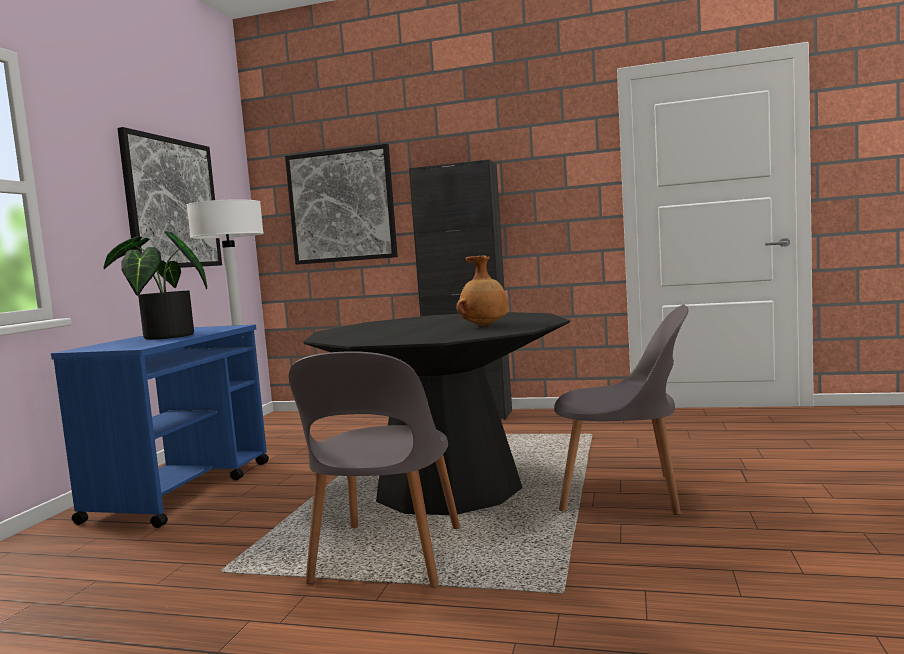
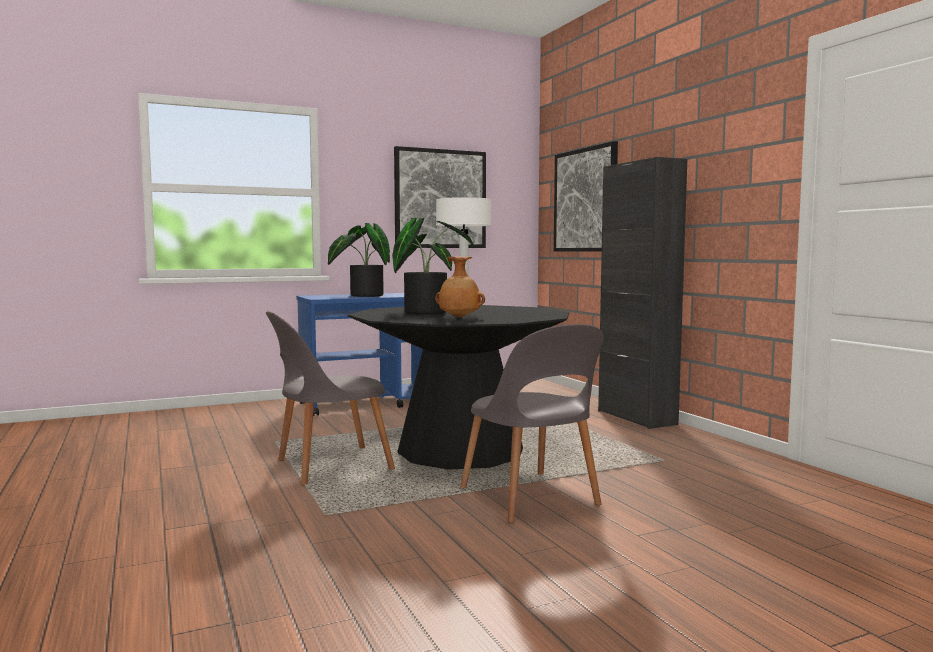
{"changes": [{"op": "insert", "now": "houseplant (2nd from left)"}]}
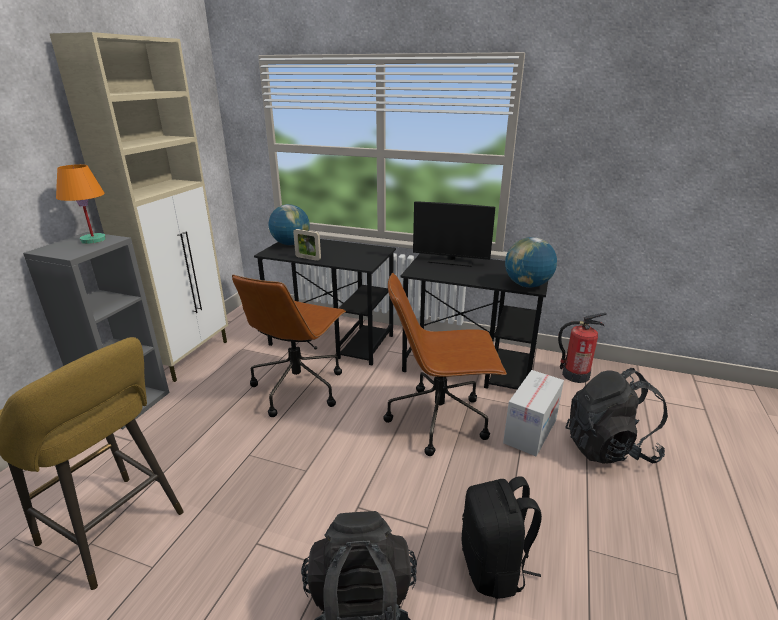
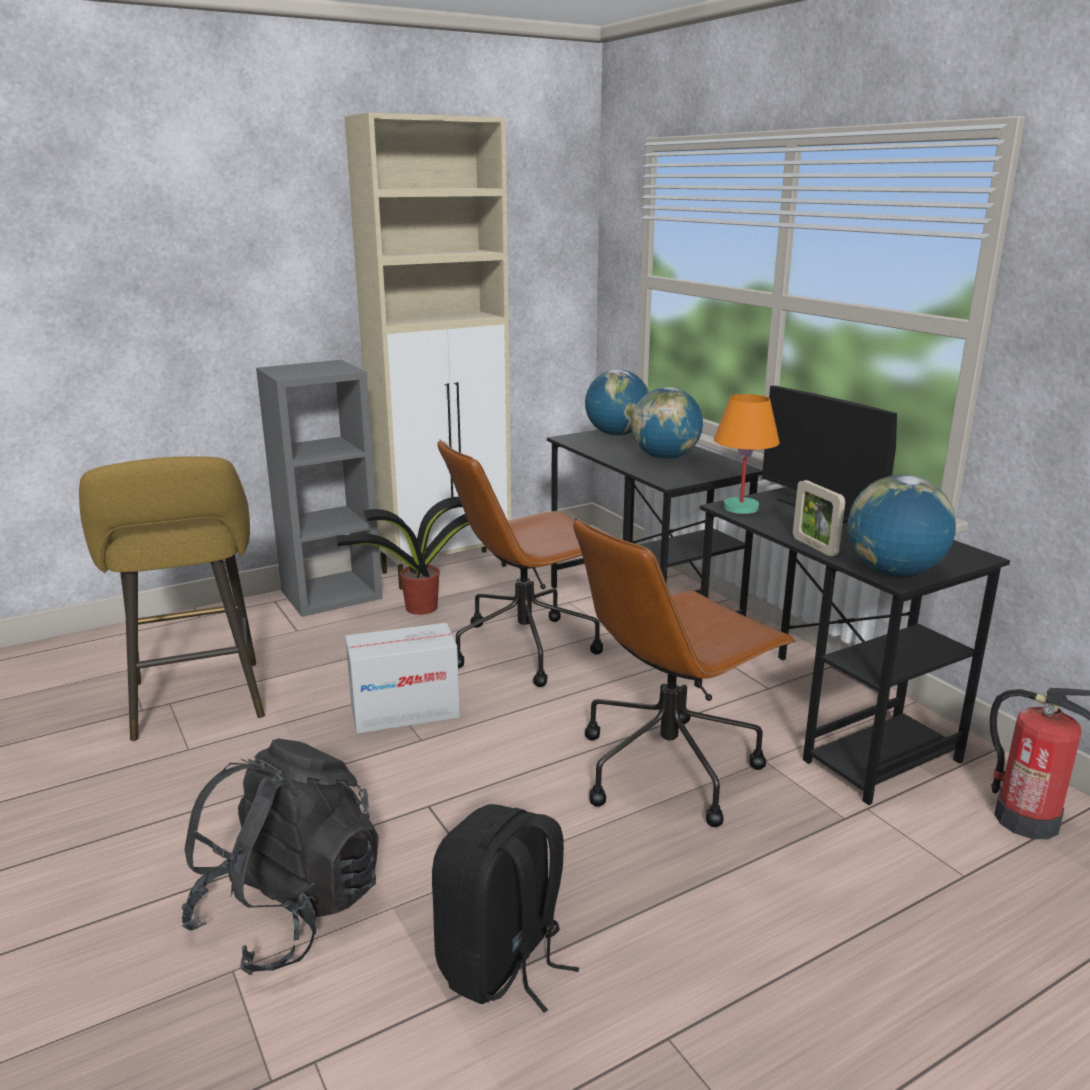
{"changes": [{"op": "delete", "was": "blackish knapsack (3rd from left)"}, {"op": "insert", "now": "houseplant"}, {"op": "insert", "now": "world globe (2nd from left)"}, {"op": "move", "was": "orange-coloured tabletop lamp"}, {"op": "move", "was": "picture frame"}, {"op": "move", "was": "cardboard box"}, {"op": "rotate", "was": "brown office chair (2nd from left)", "clockwise": -75}]}
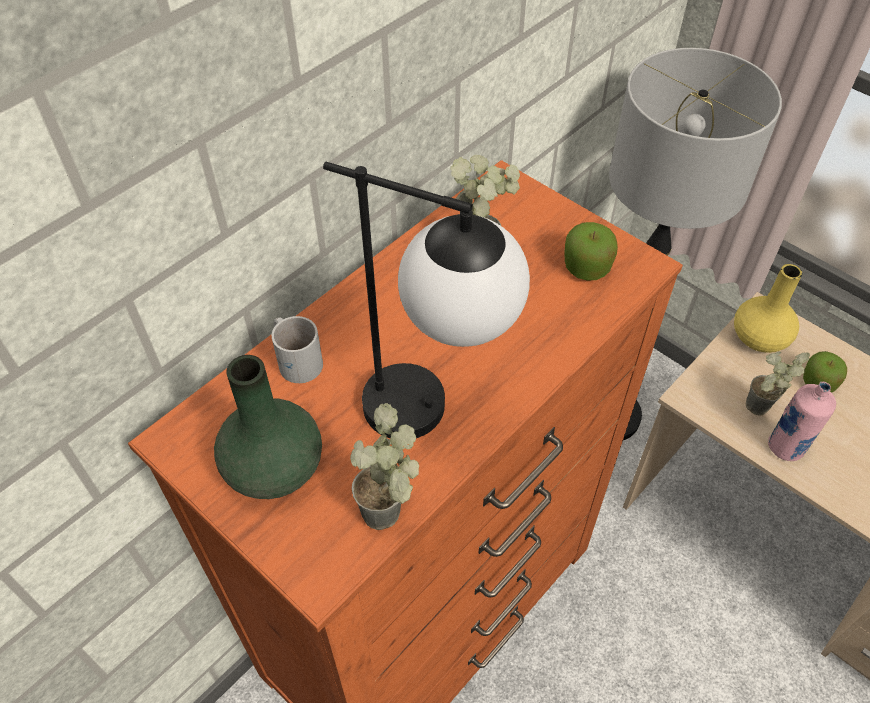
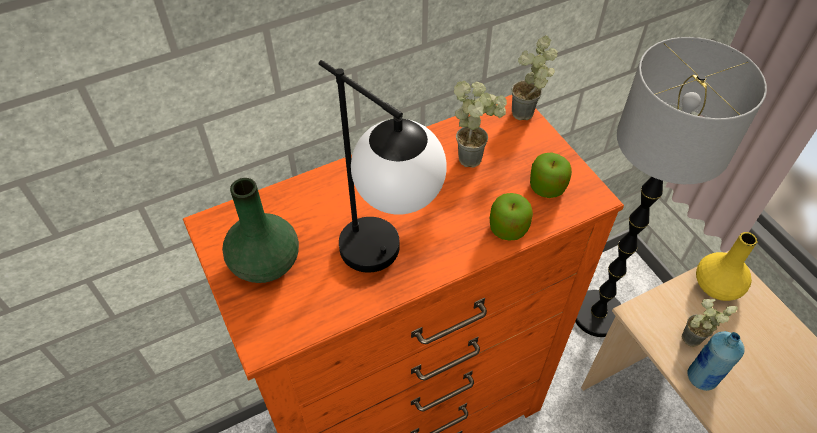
{"changes": [{"op": "delete", "was": "white-coloured mug"}, {"op": "move", "was": "houseplant (1st from left in the first image)", "now": "houseplant (2nd from left)"}, {"op": "move", "was": "apple fruit (2nd from left in the first image)", "now": "apple fruit (1st from left)"}, {"op": "recolor", "was": "pink-coloured beverage bottle", "now": "blue beverage bottle"}]}
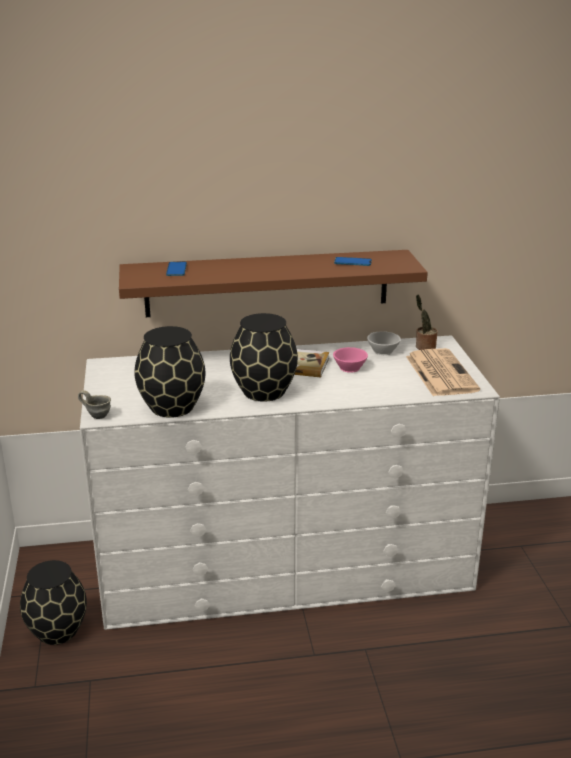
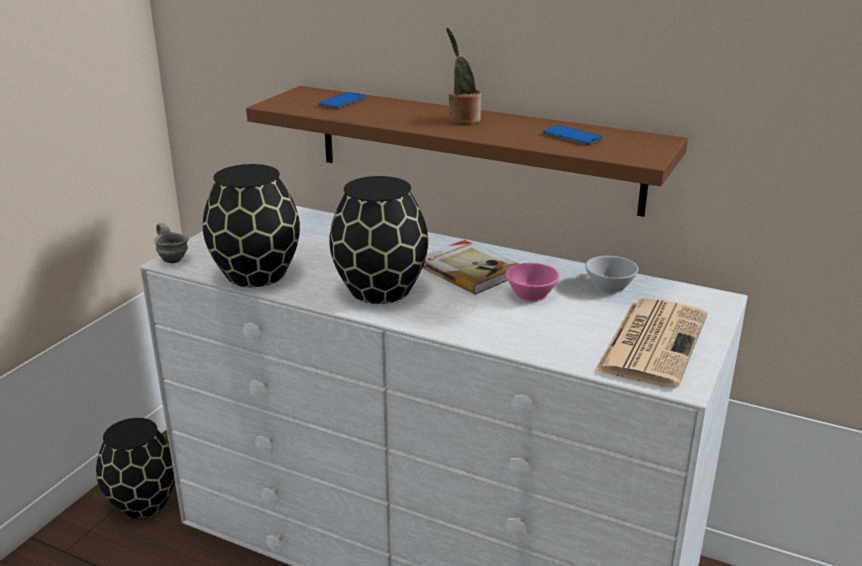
{"changes": [{"op": "move", "was": "houseplant"}]}
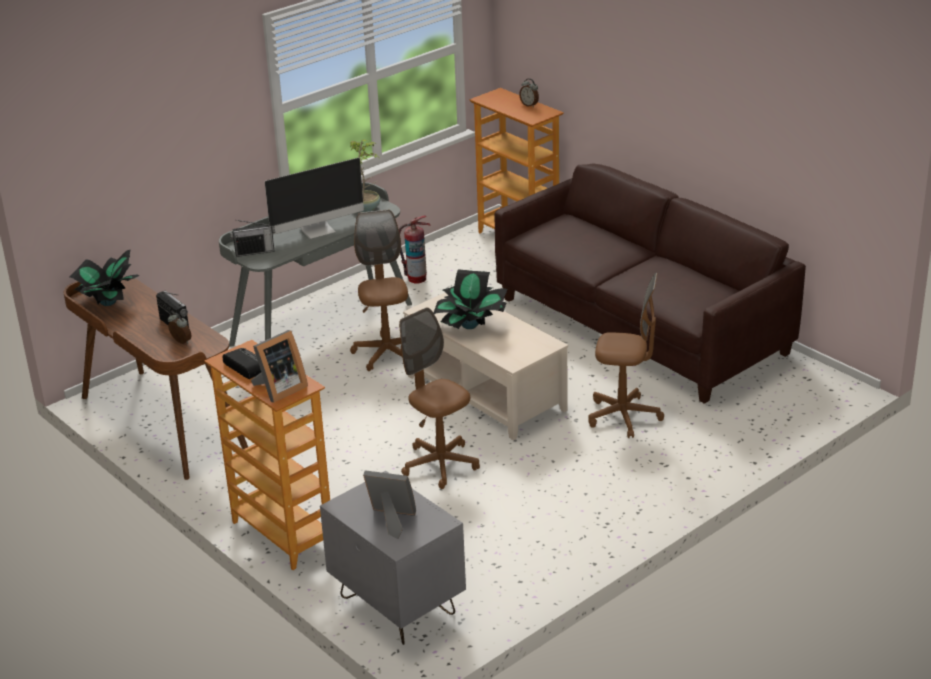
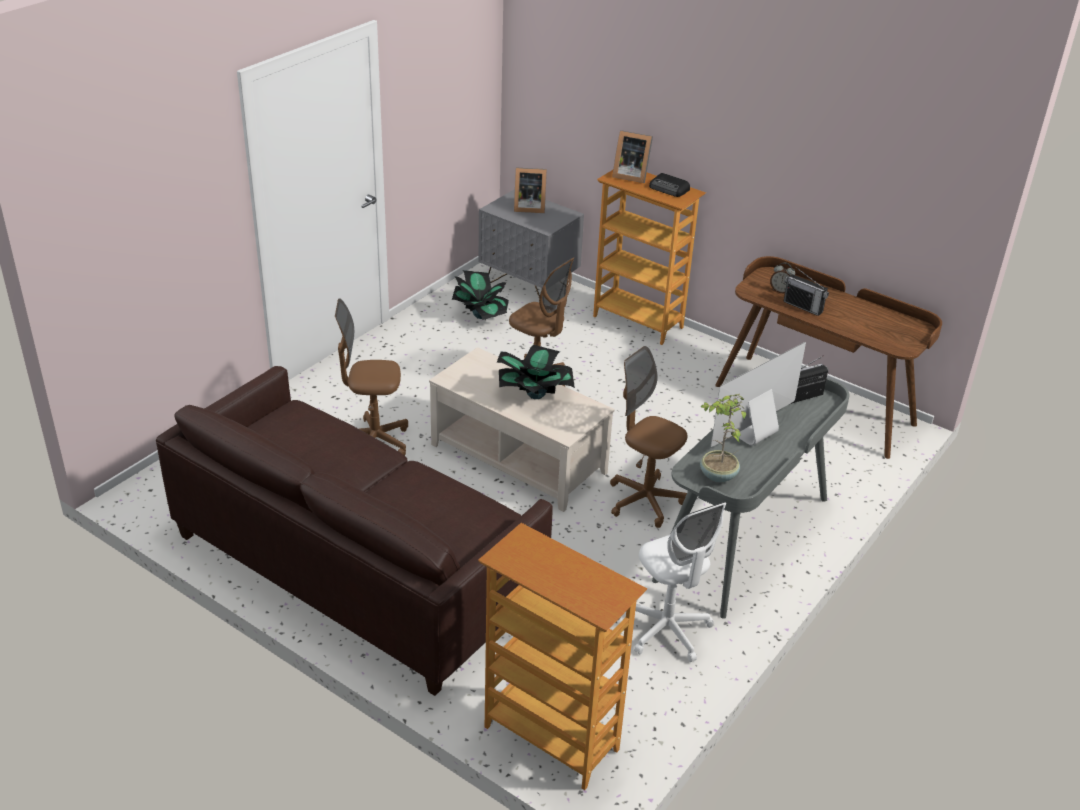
{"changes": [{"op": "delete", "was": "alarm clock (2nd from left)"}, {"op": "move", "was": "houseplant (1st from left)"}, {"op": "replace", "was": "fire-fighting cylinder", "now": "white-coloured office chair"}, {"op": "rotate", "was": "picture frame (1st from left in the first image)", "clockwise": -105}, {"op": "rotate", "was": "brown office chair (1st from left in the first image)", "clockwise": 150}]}
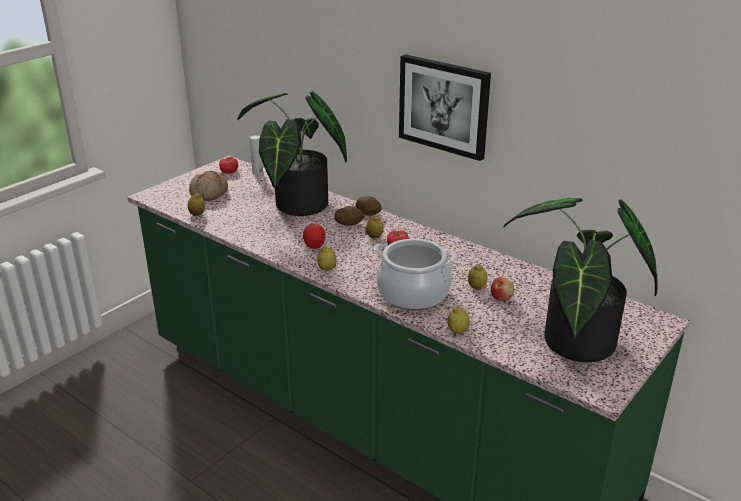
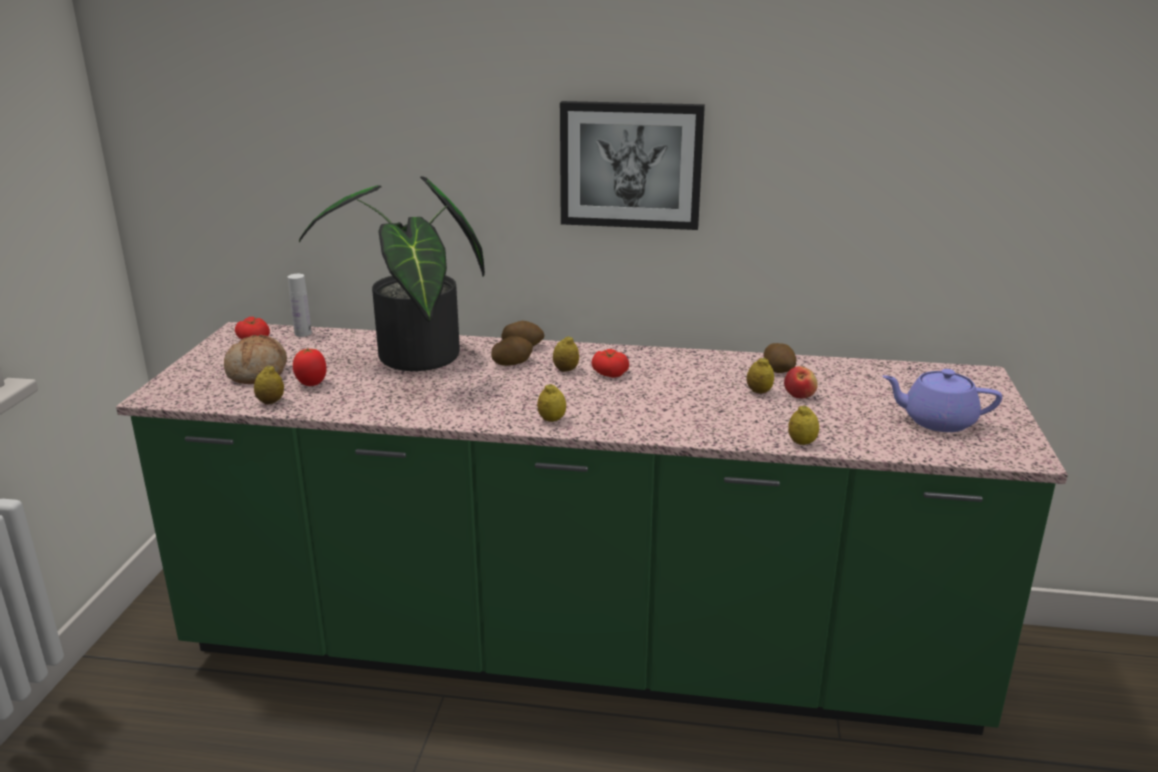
{"changes": [{"op": "delete", "was": "saucepot"}, {"op": "insert", "now": "potato (3rd from left)"}, {"op": "move", "was": "whole tomato (2nd from left)"}, {"op": "replace", "was": "houseplant (2nd from left)", "now": "purplish tea pot"}]}
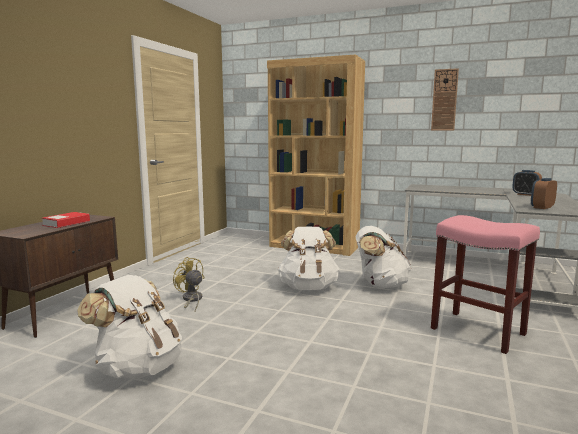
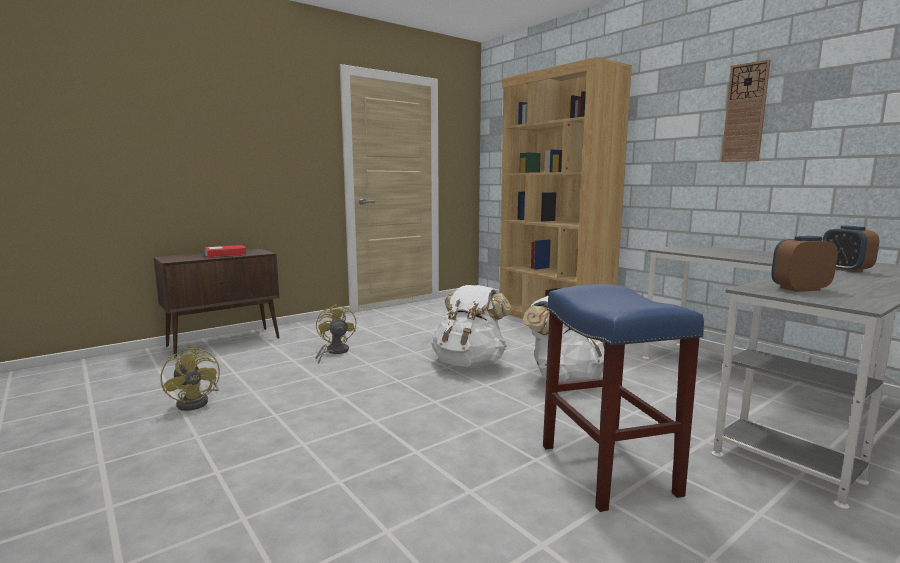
{"changes": [{"op": "replace", "was": "white-coloured knapsack (1st from left)", "now": "yellowish fan (1st from left)"}, {"op": "recolor", "was": "pink-coloured stool", "now": "blue stool"}]}
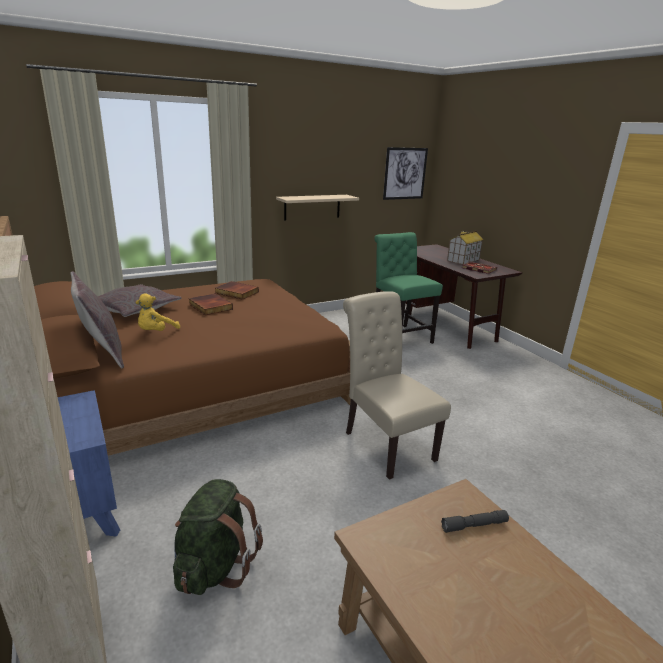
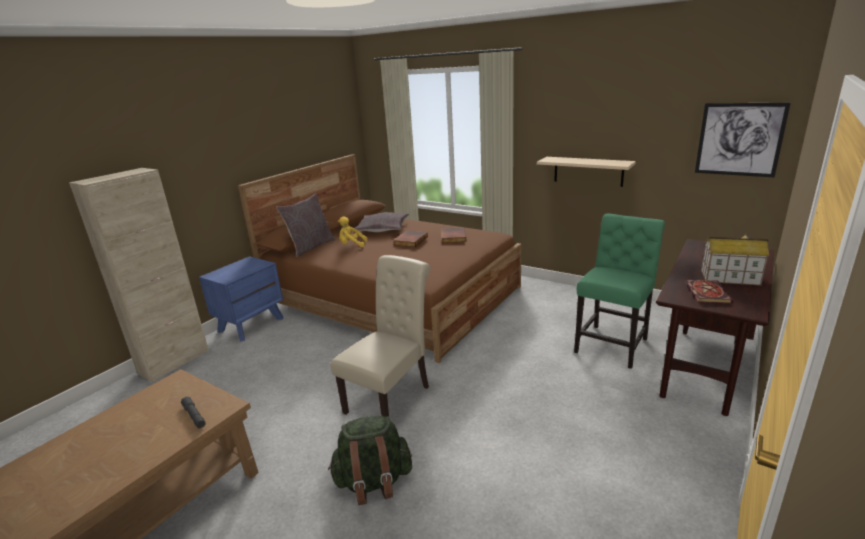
{"changes": [{"op": "move", "was": "green knapsack"}]}
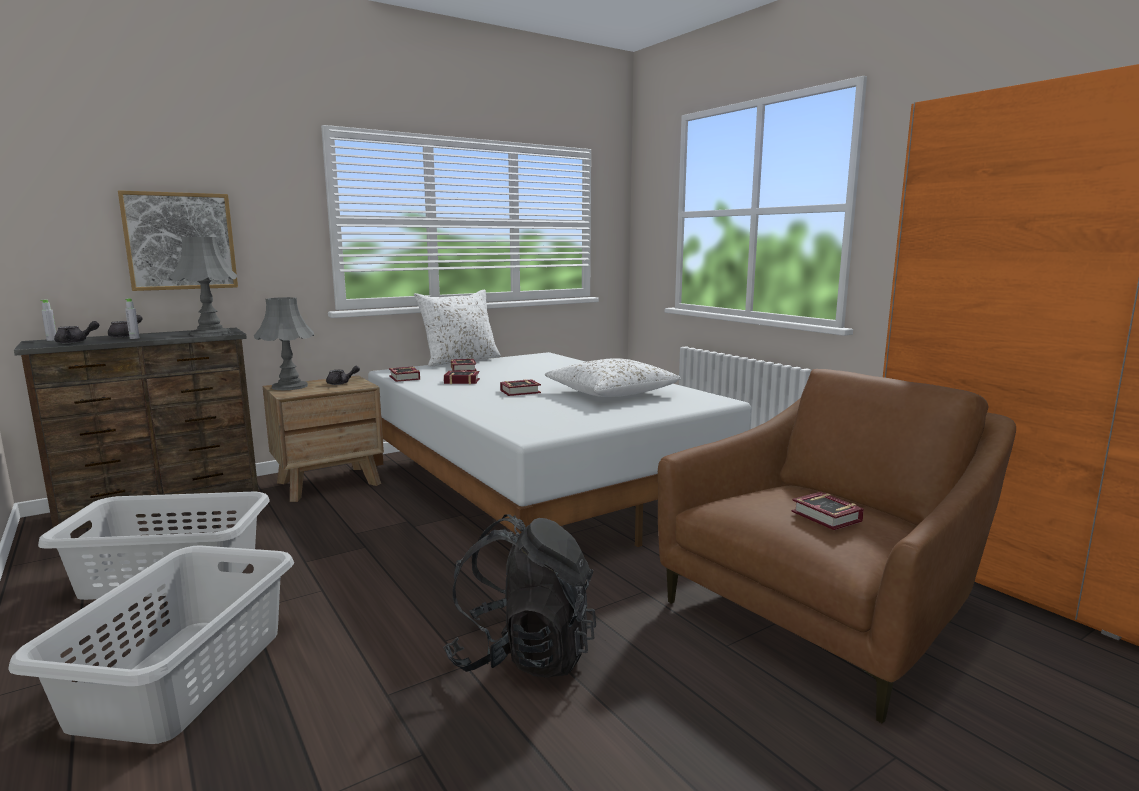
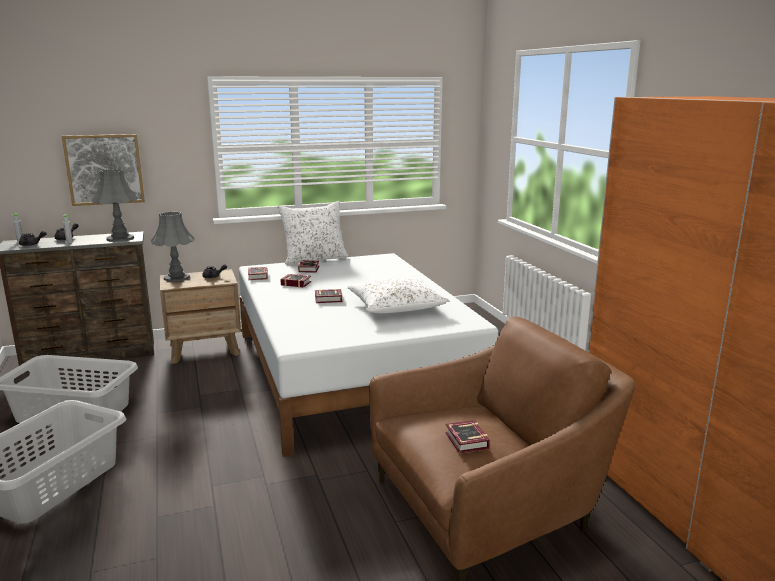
{"changes": [{"op": "delete", "was": "blackish knapsack"}]}
